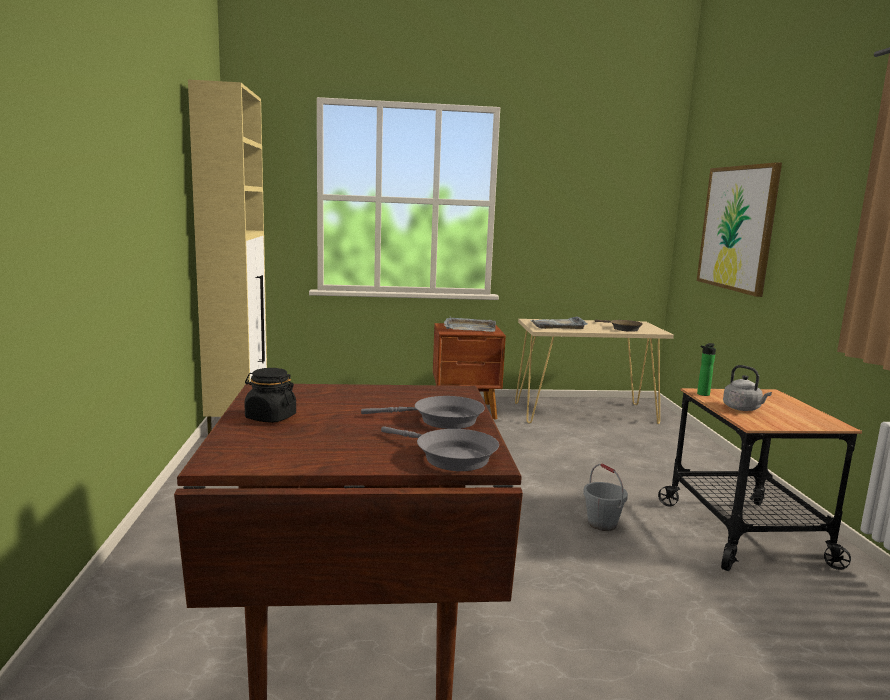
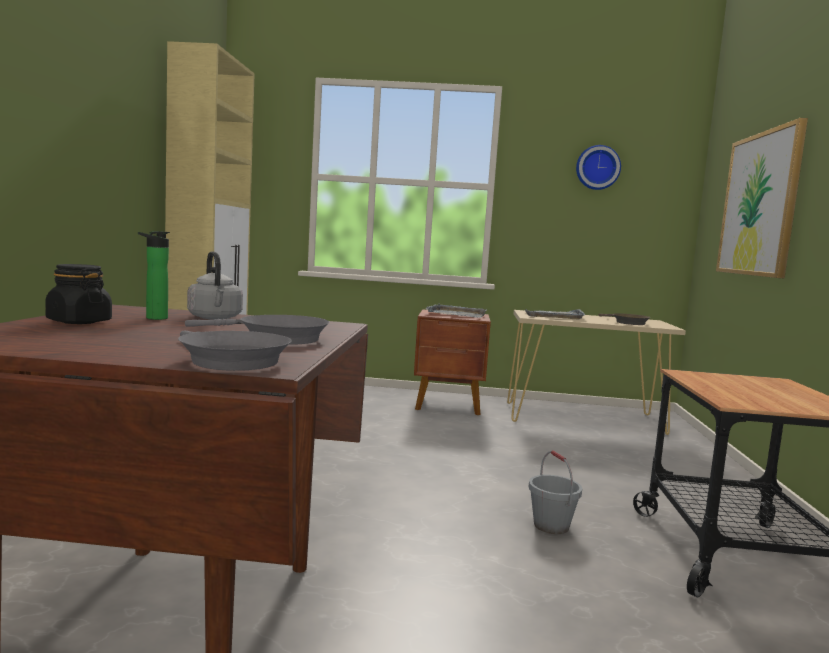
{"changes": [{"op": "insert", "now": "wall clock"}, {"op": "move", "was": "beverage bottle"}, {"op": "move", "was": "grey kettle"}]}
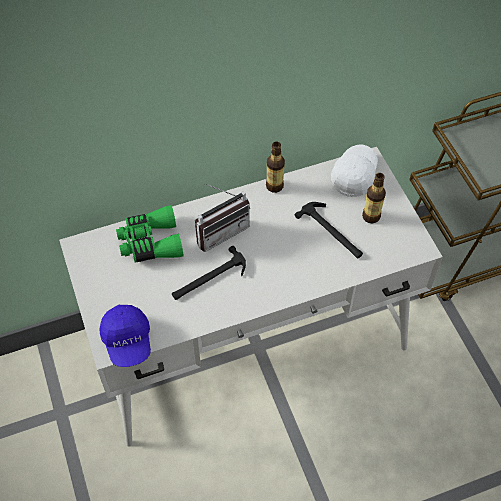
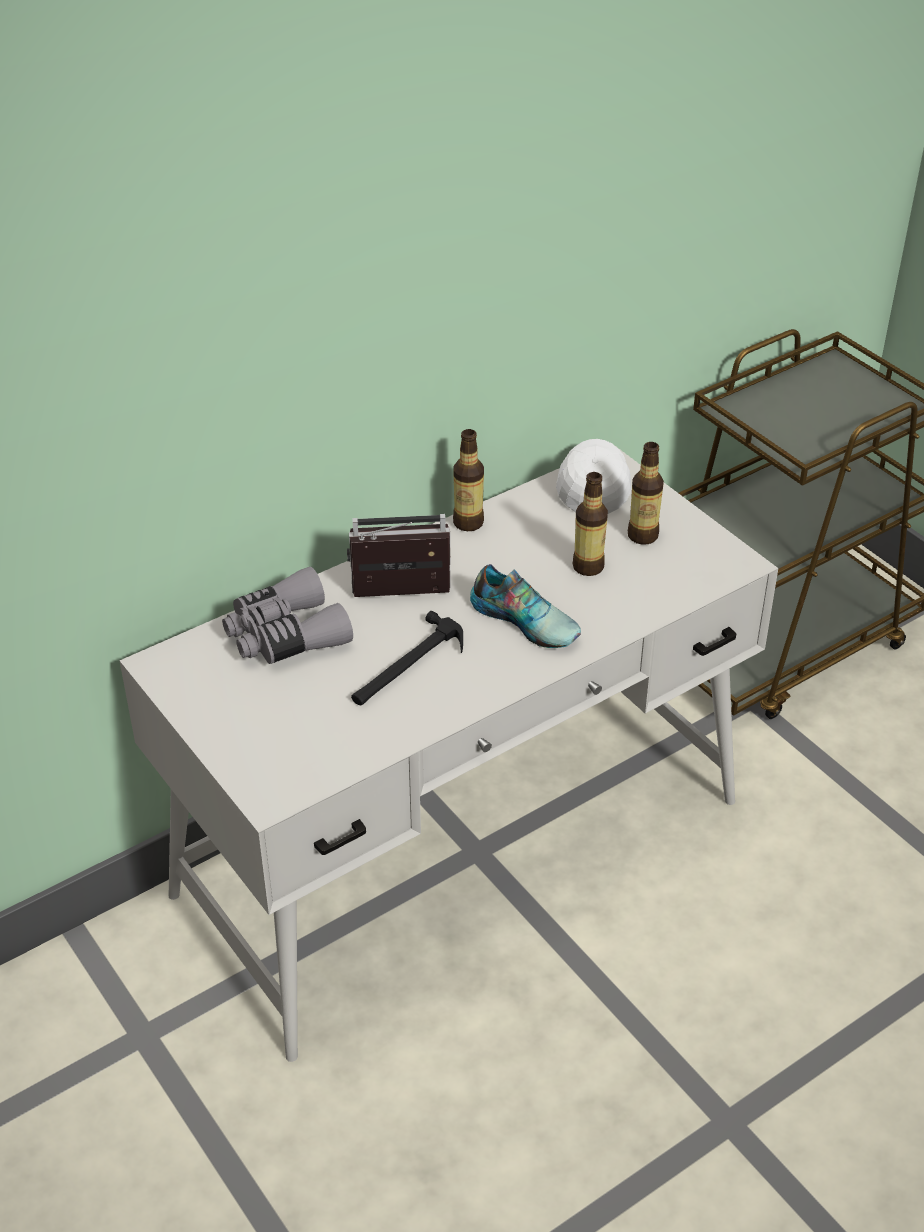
{"changes": [{"op": "delete", "was": "blue peaked cap"}, {"op": "insert", "now": "shoe"}, {"op": "replace", "was": "tool hammer (2nd from left)", "now": "beverage bottle (2nd from left)"}, {"op": "recolor", "was": "green pair of binoculars", "now": "grey pair of binoculars"}, {"op": "rotate", "was": "radio set", "clockwise": -135}]}
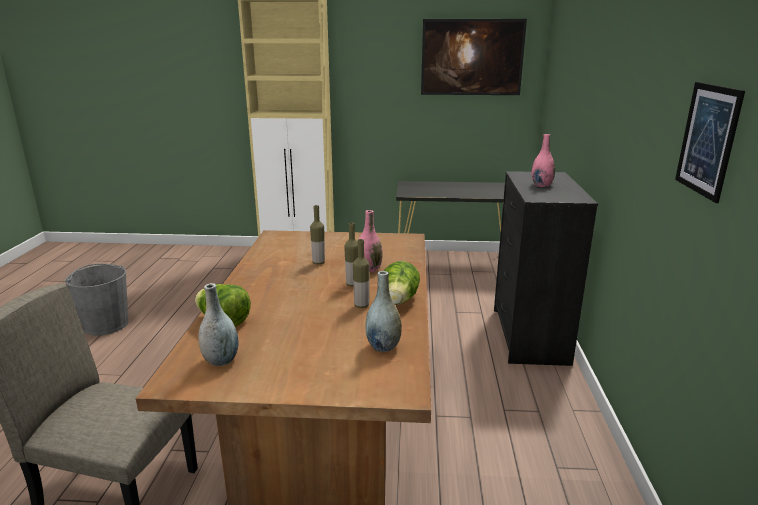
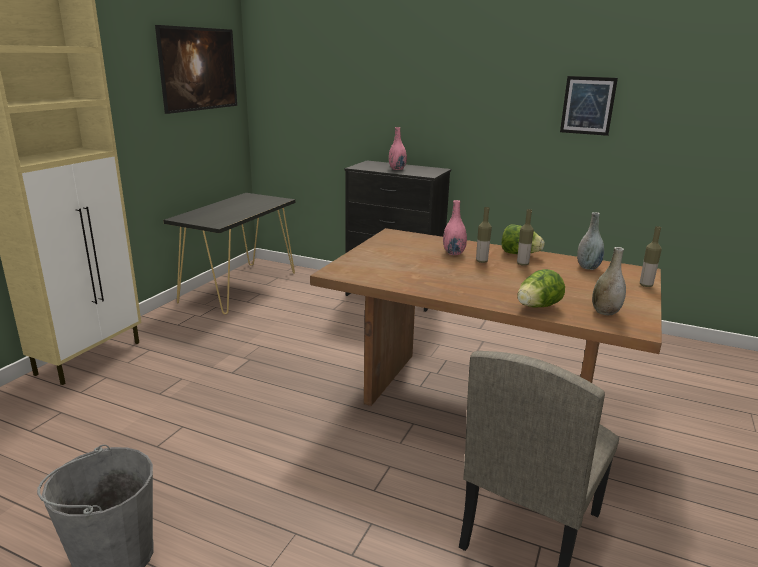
{"changes": [{"op": "move", "was": "beverage bottle (1st from left in the first image)", "now": "beverage bottle (3rd from left)"}]}
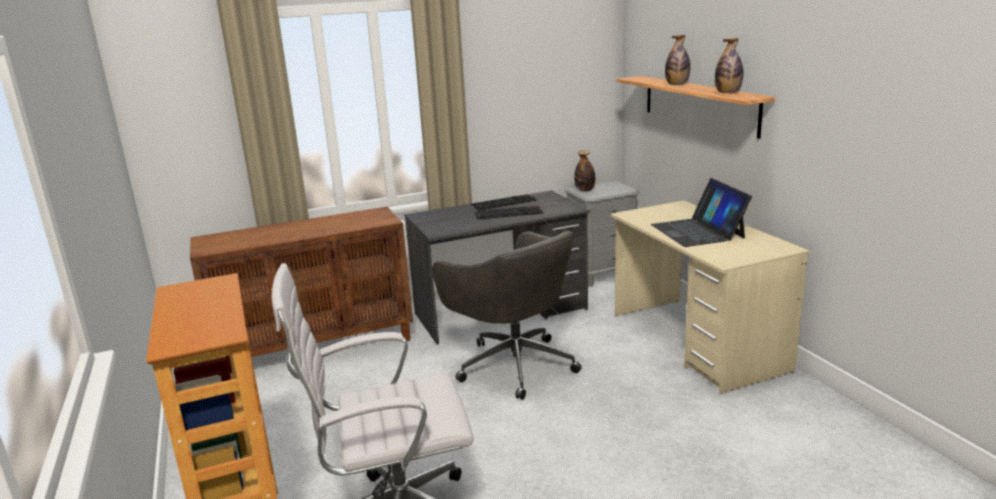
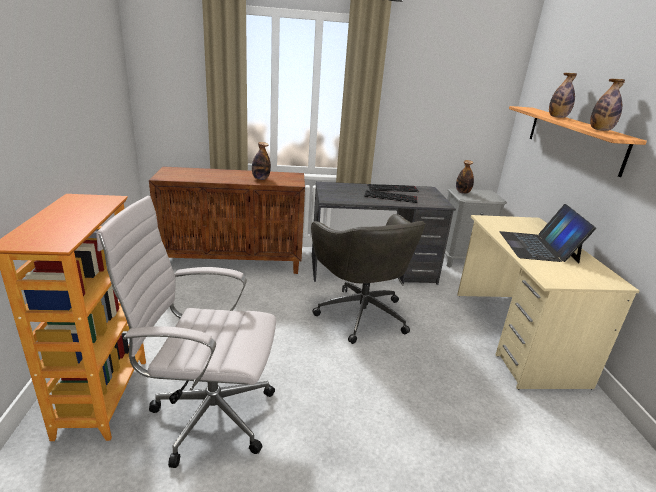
{"changes": [{"op": "insert", "now": "beverage bottle (1st from left)"}]}
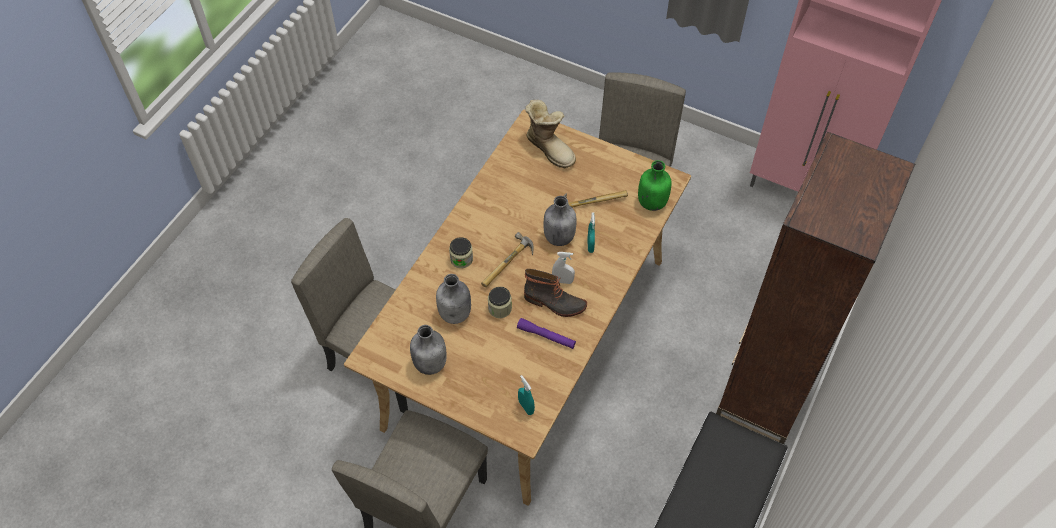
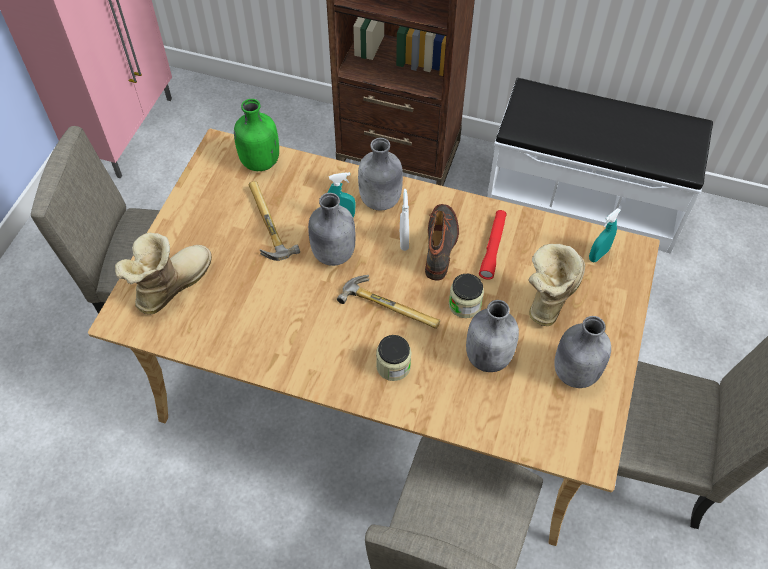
{"changes": [{"op": "insert", "now": "grey beverage bottle (2nd from left)"}, {"op": "insert", "now": "boot (3rd from left)"}, {"op": "recolor", "was": "purplish hand torch", "now": "red-coloured hand torch"}]}
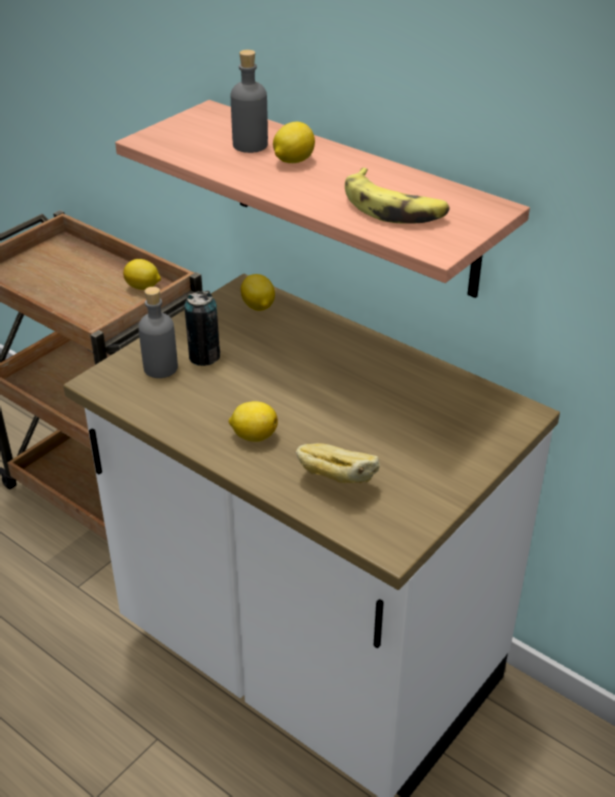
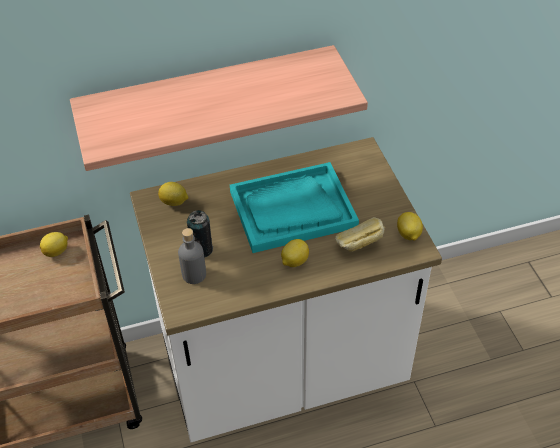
{"changes": [{"op": "delete", "was": "grey beverage bottle (2nd from left)"}, {"op": "delete", "was": "banana"}, {"op": "insert", "now": "turquoise serving tray"}, {"op": "move", "was": "lemon (4th from left)"}]}
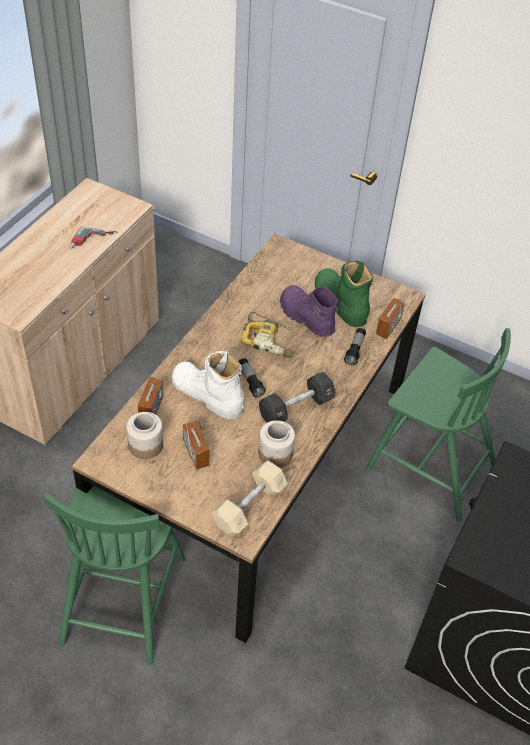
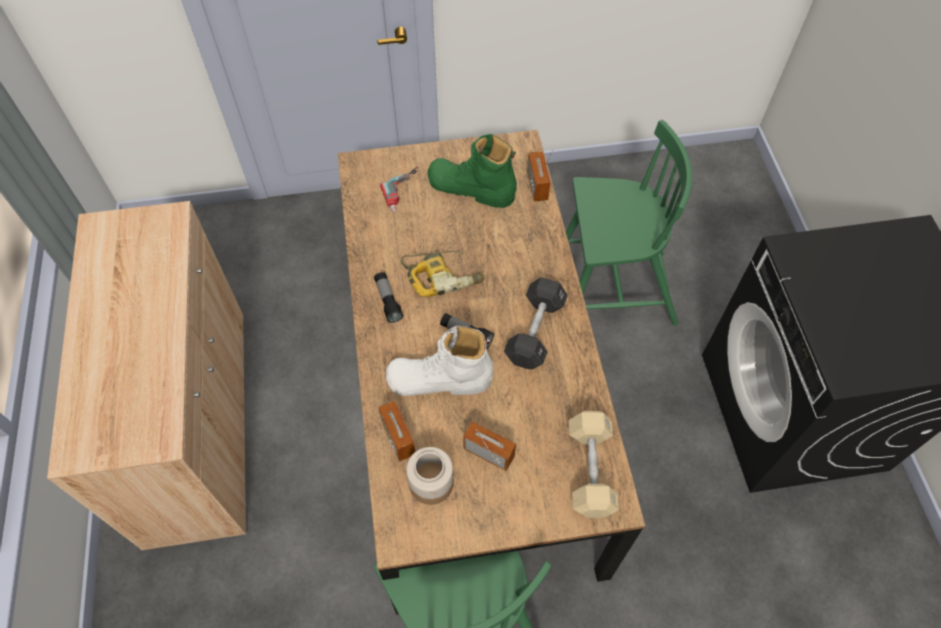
{"changes": [{"op": "delete", "was": "storage jar (2nd from left)"}, {"op": "delete", "was": "purplish boot"}, {"op": "move", "was": "drill (1st from left)"}, {"op": "move", "was": "hand torch (2nd from left in the first image)", "now": "hand torch (1st from left)"}]}
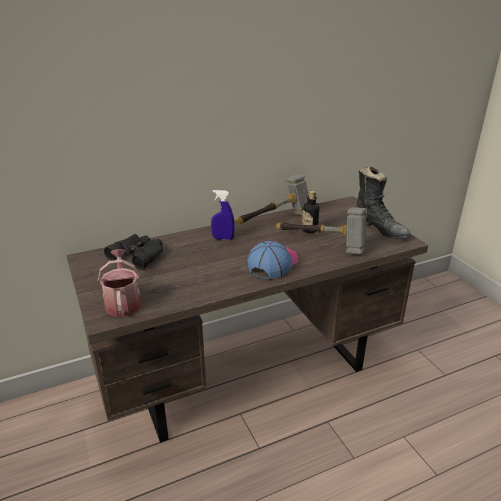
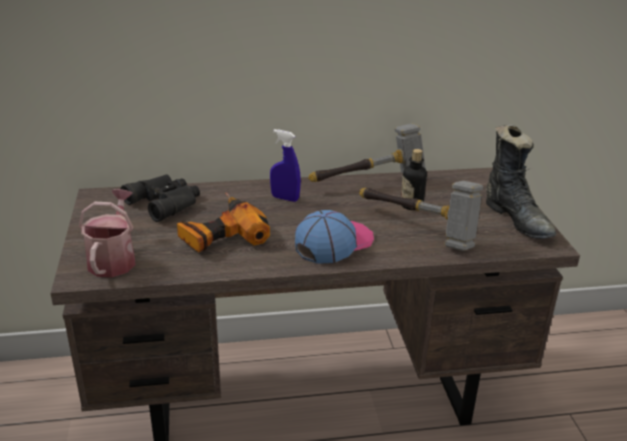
{"changes": [{"op": "insert", "now": "drill"}]}
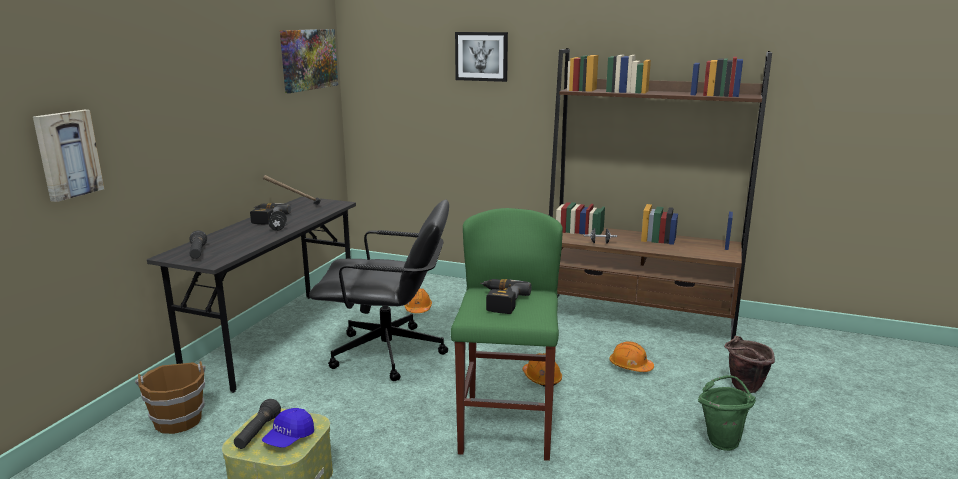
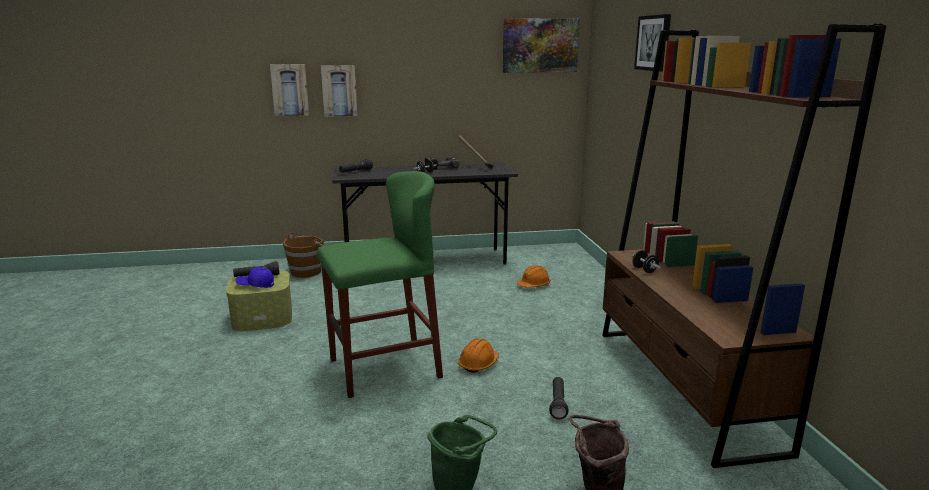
{"changes": [{"op": "delete", "was": "blackish office chair"}, {"op": "delete", "was": "drill (2nd from left)"}, {"op": "insert", "now": "wall art (2nd from left)"}, {"op": "replace", "was": "orange-coloured work helmet (3rd from left)", "now": "blackish hand torch (3rd from left)"}]}
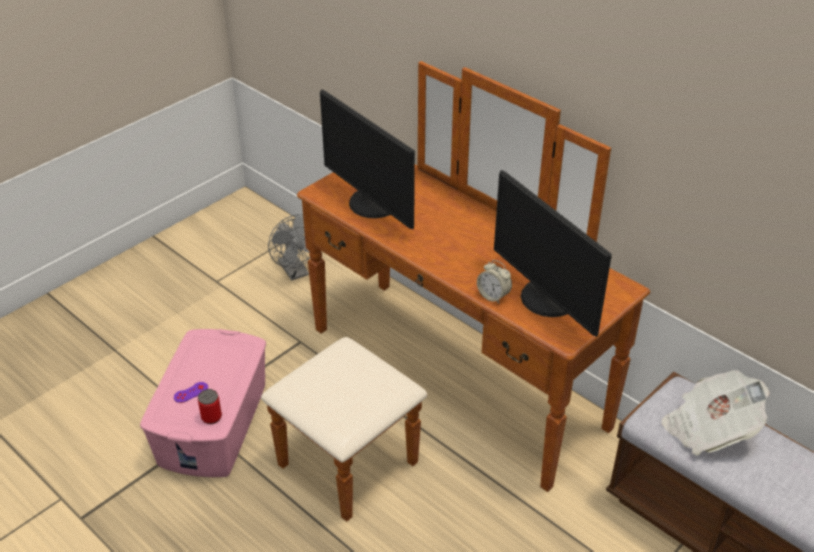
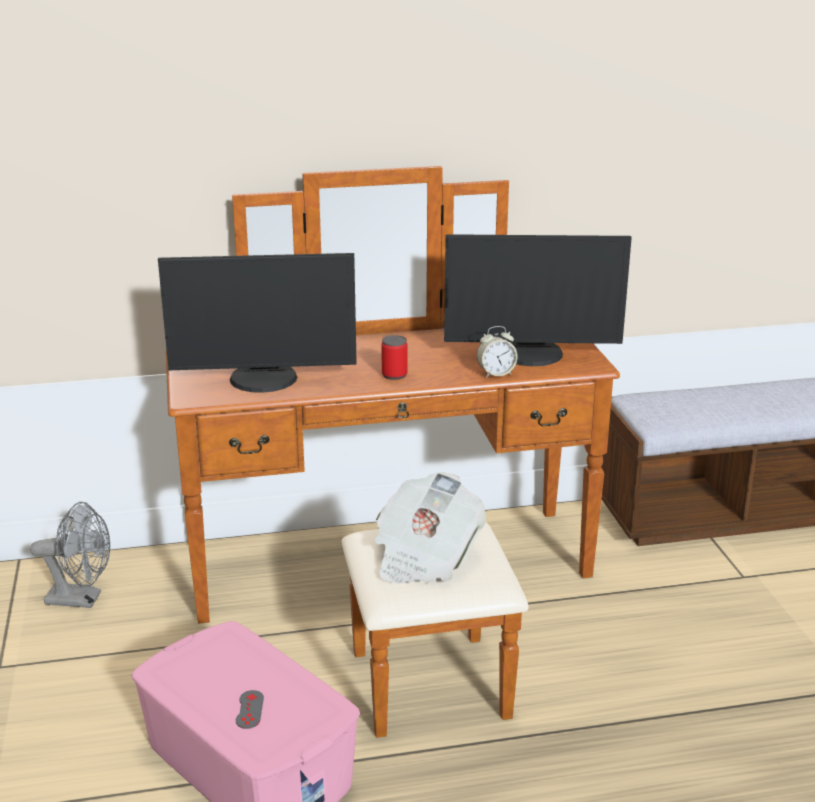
{"changes": [{"op": "move", "was": "metal can"}, {"op": "move", "was": "newspaper"}, {"op": "recolor", "was": "purplish joypad", "now": "grey joypad"}]}
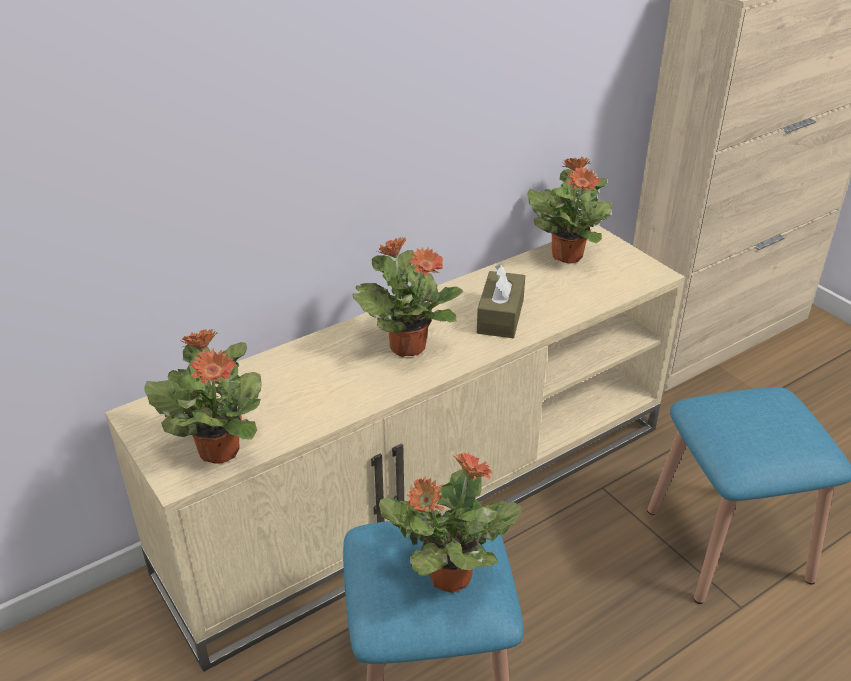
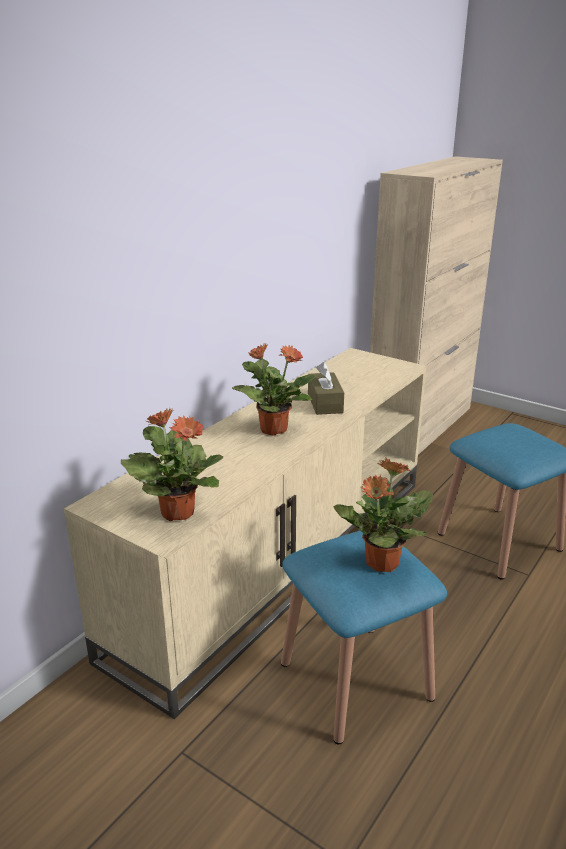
{"changes": [{"op": "delete", "was": "houseplant (4th from left)"}]}
